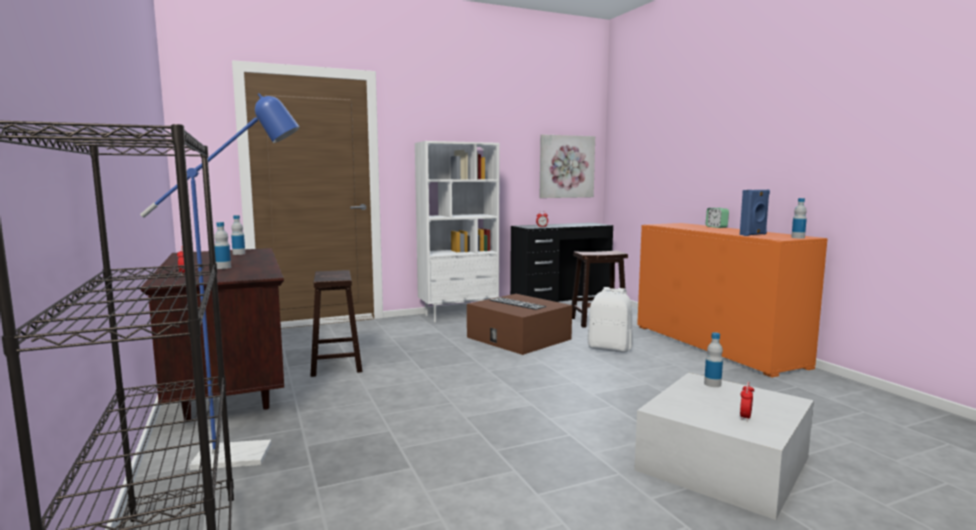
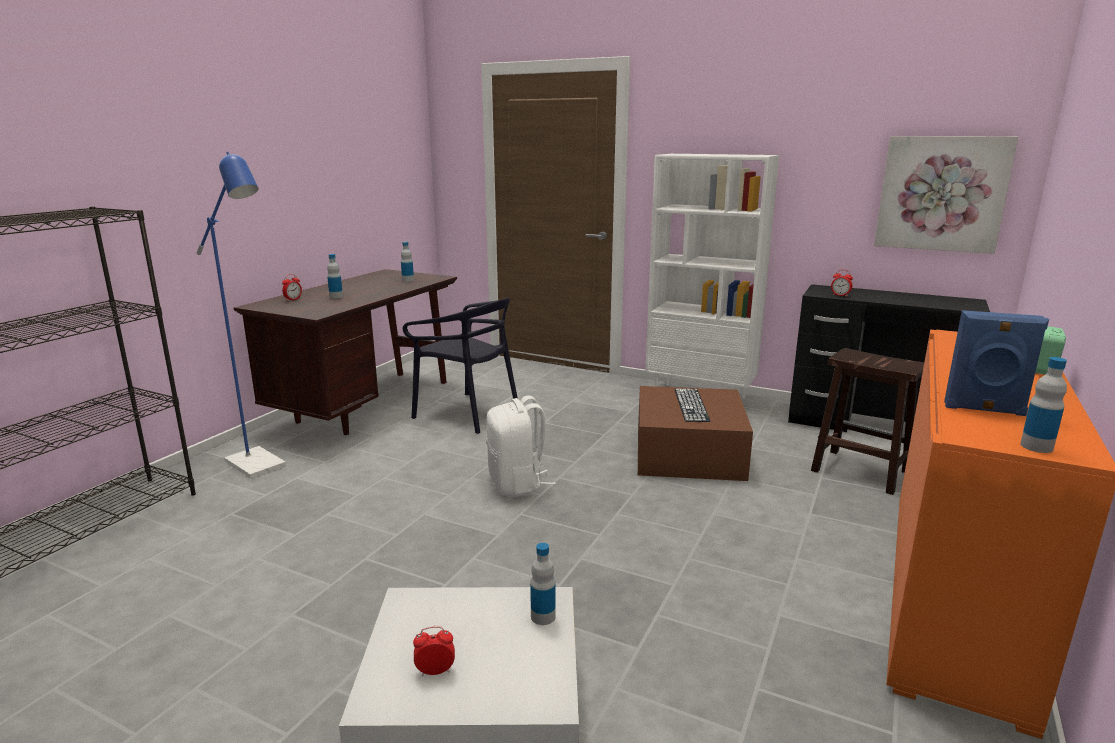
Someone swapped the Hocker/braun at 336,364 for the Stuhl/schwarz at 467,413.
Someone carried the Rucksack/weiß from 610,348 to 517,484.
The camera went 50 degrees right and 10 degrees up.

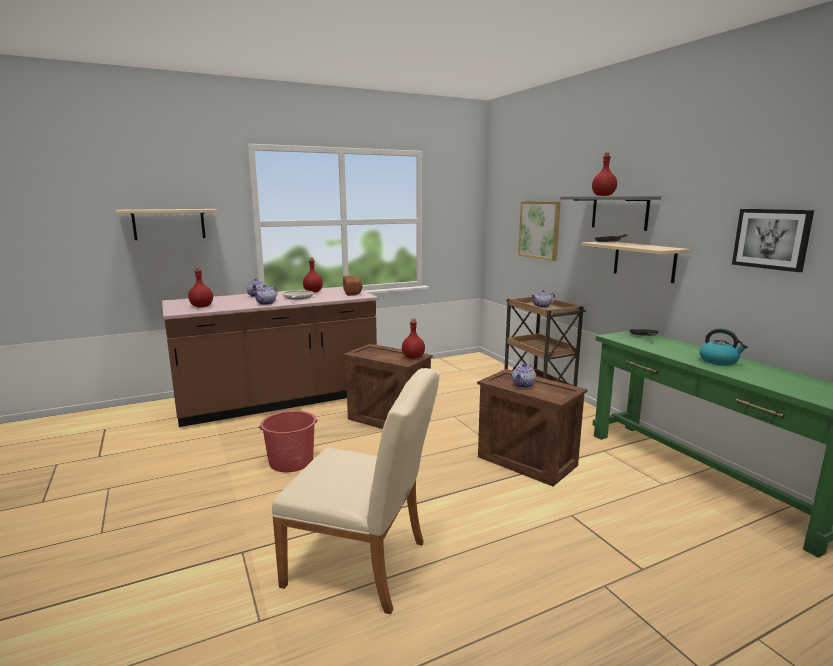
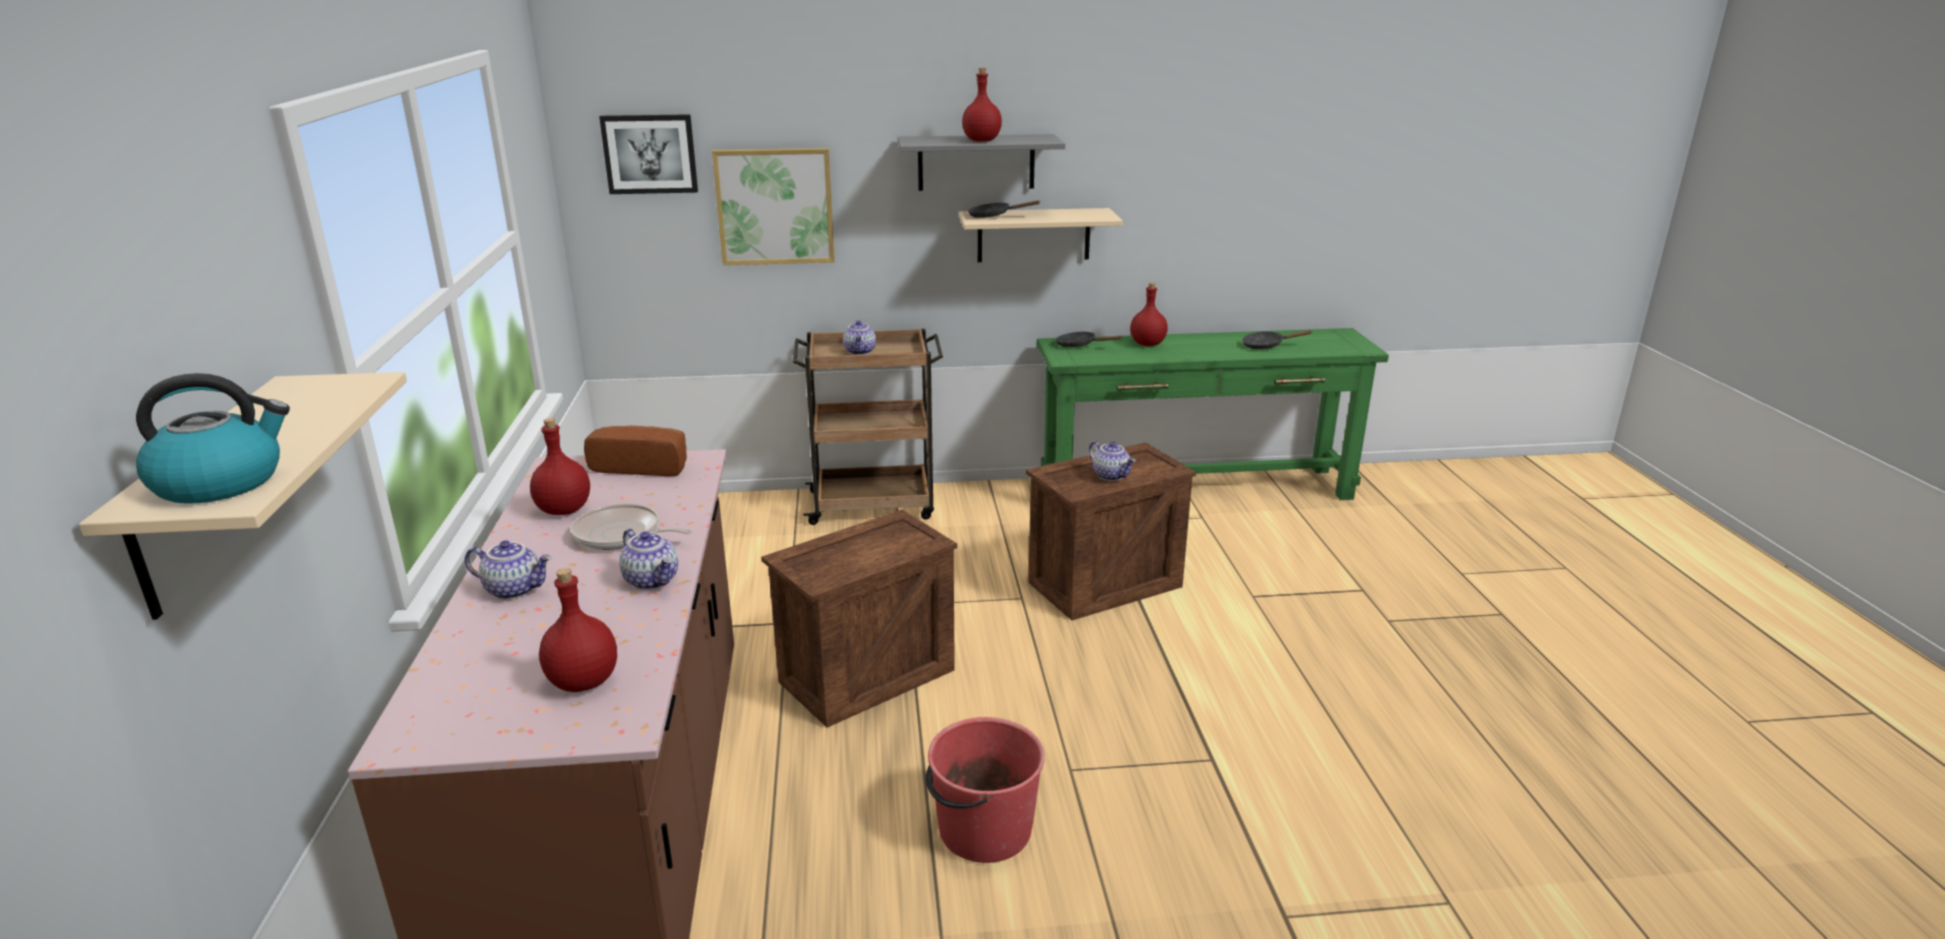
Someone took away the Stuhl/beige at 365,565.
Someone carried the Flasche/rot from 413,357 to 1148,344.
Someone carried the Wasserkessel from 719,361 to 221,482.
Someone carried the Bild from 771,239 to 650,154.
Someone put down the Pfanne/schwarz at 1266,346.
The camera went 70 degrees left and 10 degrees up.

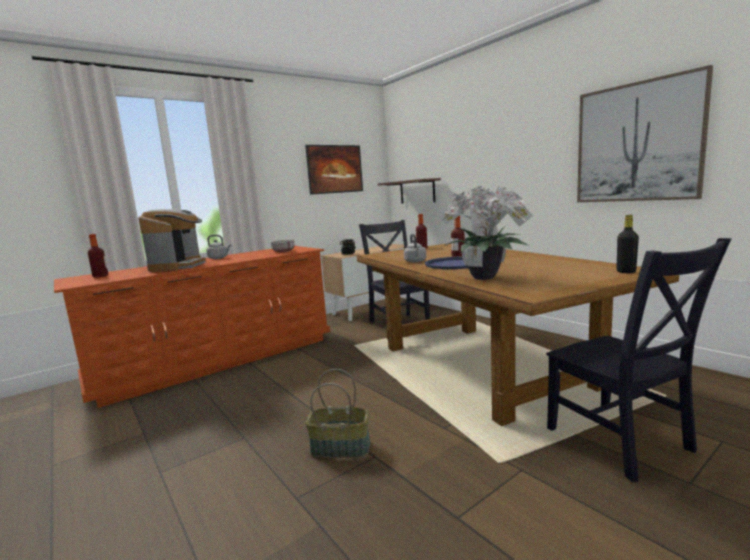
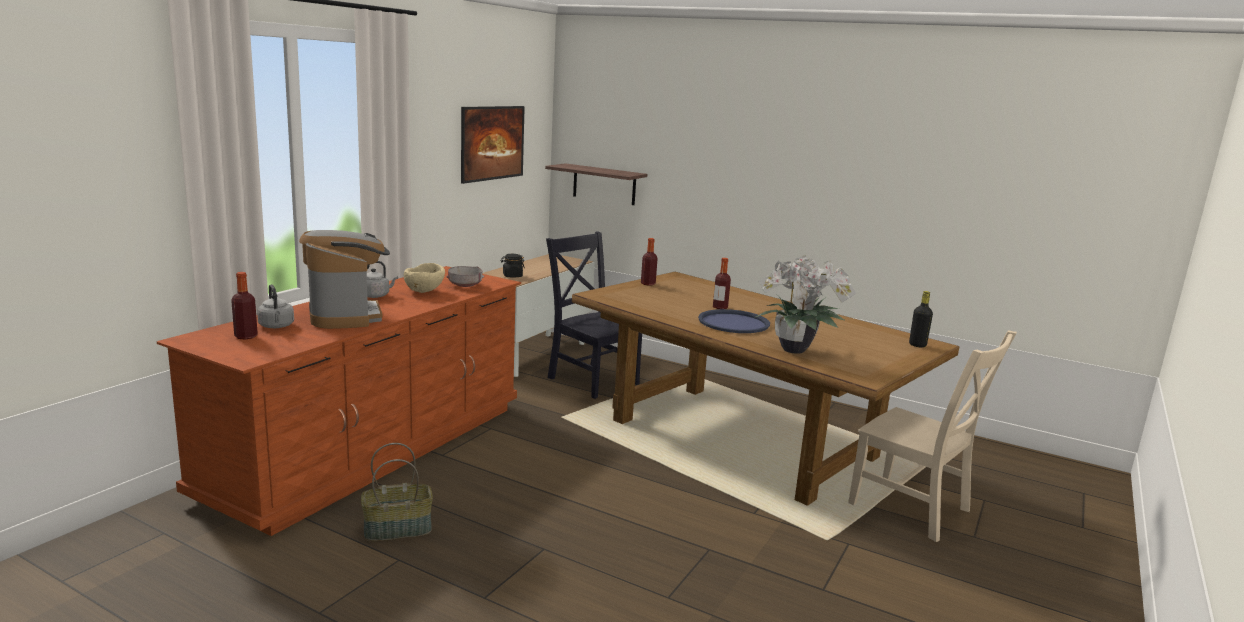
Someone carried the Korb from 341,447 to 398,529.
Someone carried the Wasserkessel/grau from 415,261 to 276,326.
Someone repainted the Stuhl/schwarz at 622,442, which became the Stuhl/beige at 914,510.
Someone took away the Bild at 637,142.
Someone put down the Schüssel/beige at 424,292.
The camera went 25 degrees left and 5 degrees up.

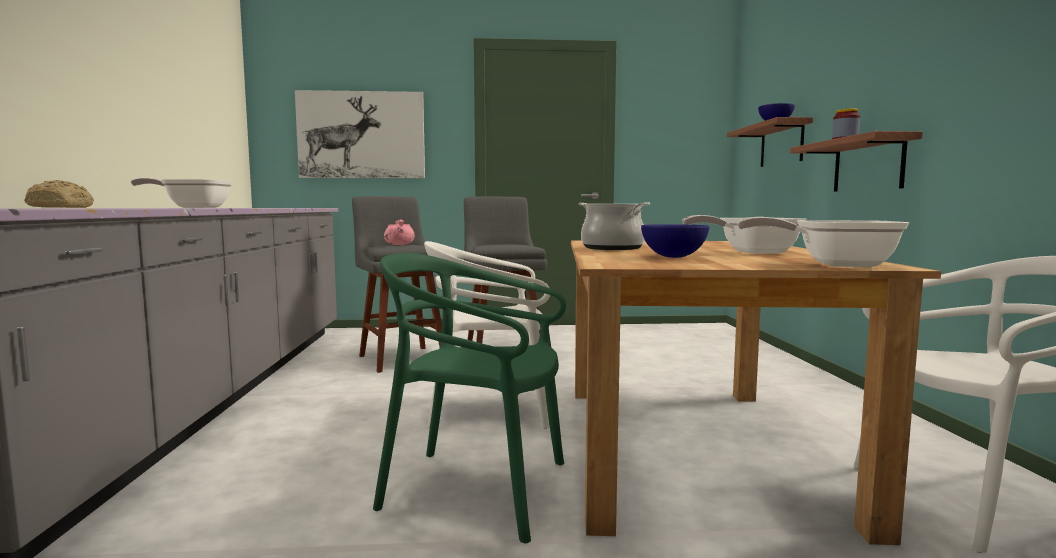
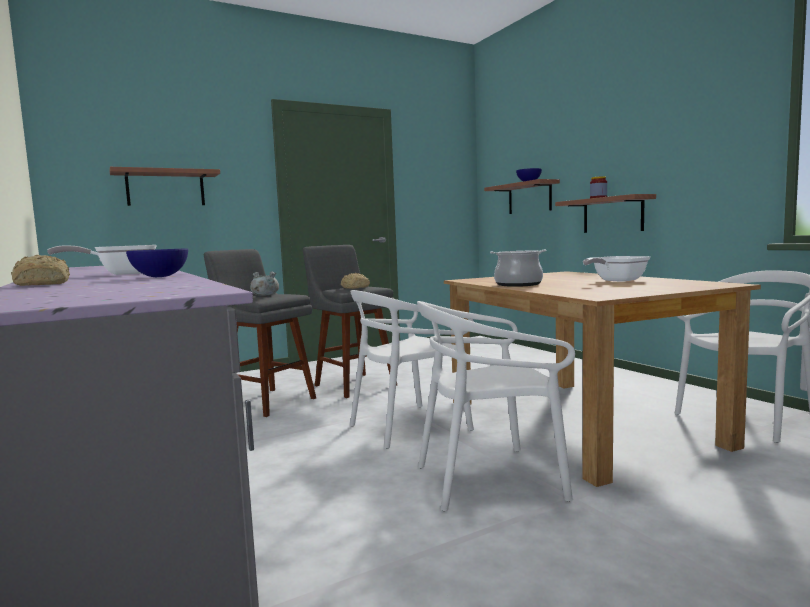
Someone swapped the Bild at 361,135 for the Wandregal at 165,188.
Someone repainted the Stuhl/grün at 477,489, which became the Stuhl/weiß at 490,479.
Someone repainted the Kochtopf/rosa at 399,245, which became the Kochtopf/grau at 264,295.
Someone carried the Schüssel/blau from 672,257 to 159,277.
Someone took away the Pfanne at 833,264.
Someone put down the Brot at 355,287.
The camera went 25 degrees left and 0 degrees up.

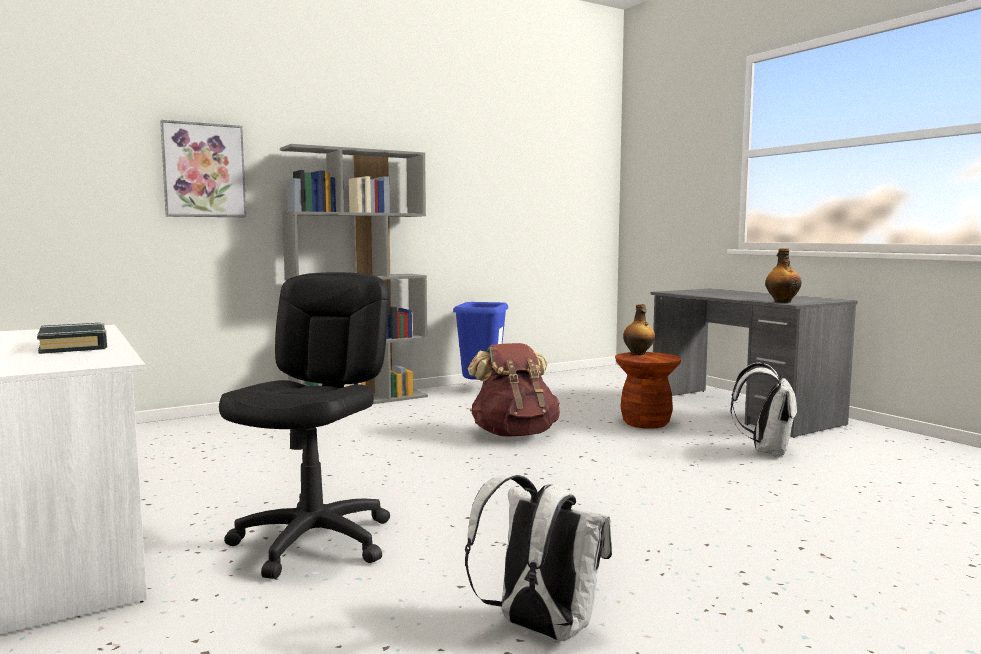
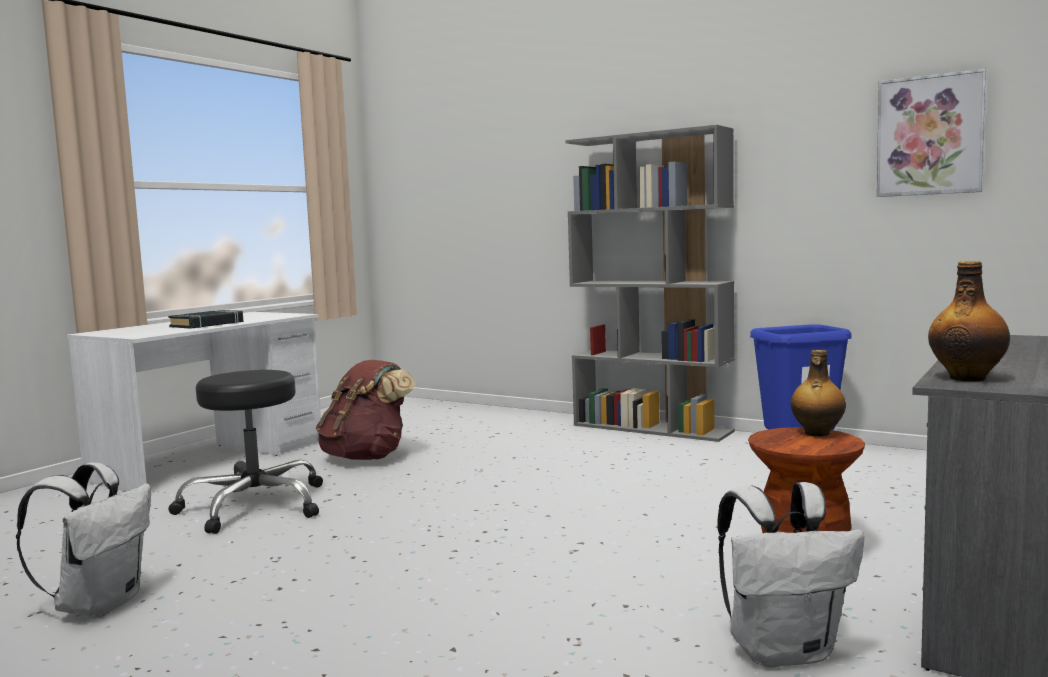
Someone carried the Bild from 204,170 to 930,135.
Someone swapped the Bürostuhl/schwarz at 314,541 for the Hocker/schwarz at 254,506.
Someone carried the Rucksack/braun from 514,434 to 367,457.
The camera went 65 degrees right and 0 degrees up.

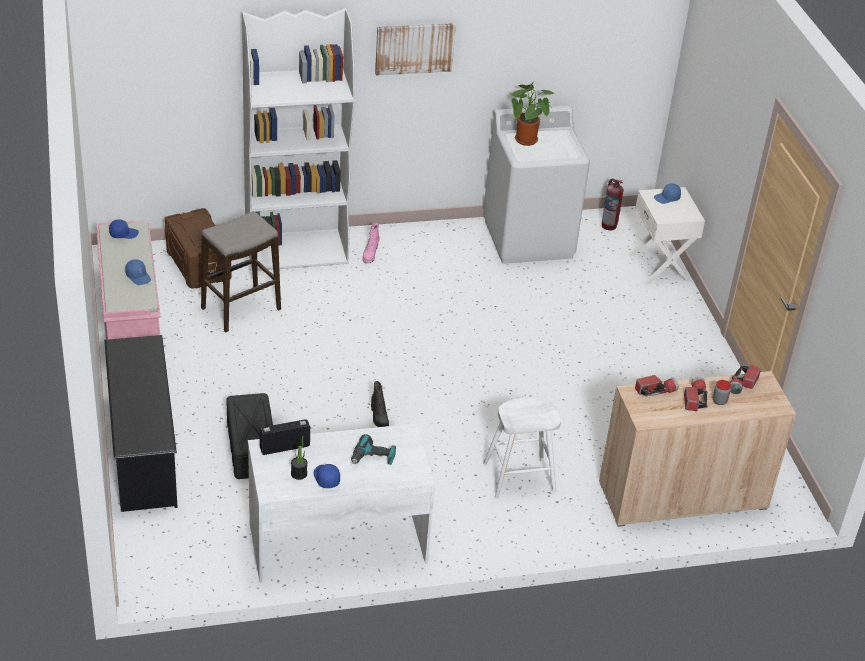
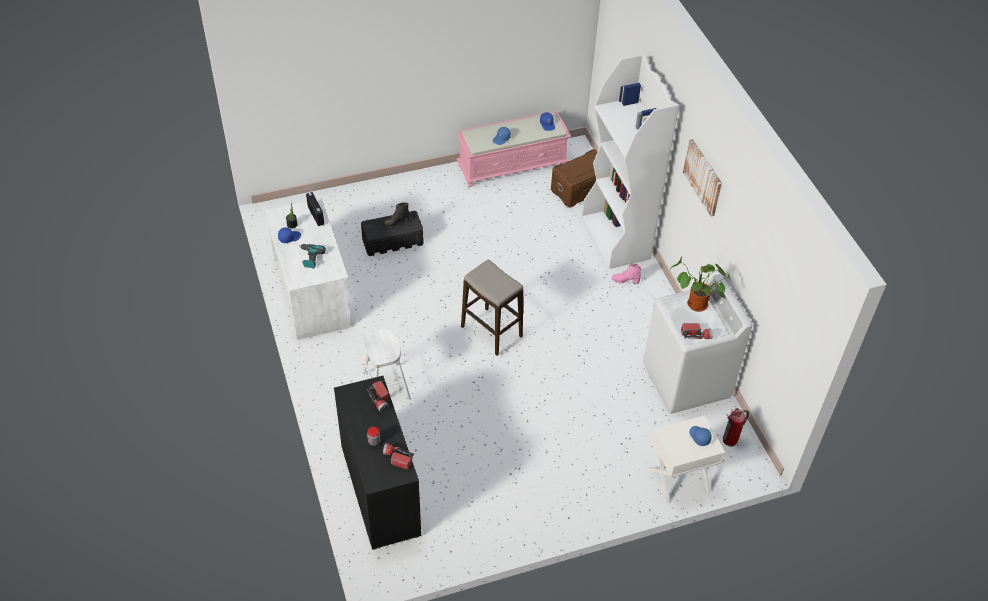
Someone took away the Schuhregal/schwarz at 143,451.
Someone carried the Hocker from 240,309 to 491,331.
Someone carried the Stiefel/schwarz from 378,418 to 396,222.
Someone repainted the Schrank/beige at 682,495, which became the Schrank/schwarz at 380,490.
Someone carried the Taschenlampe from 694,399 to 696,335.
The camera went 85 degrees right and 10 degrees up.

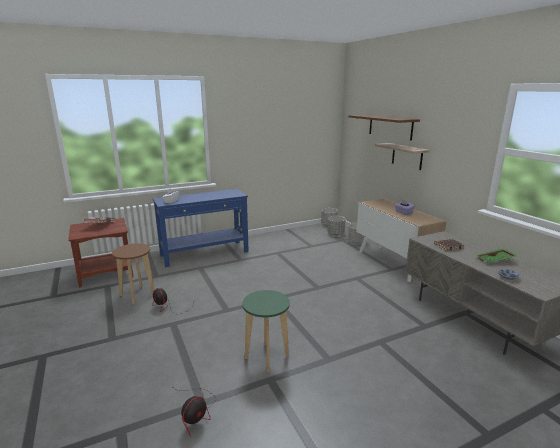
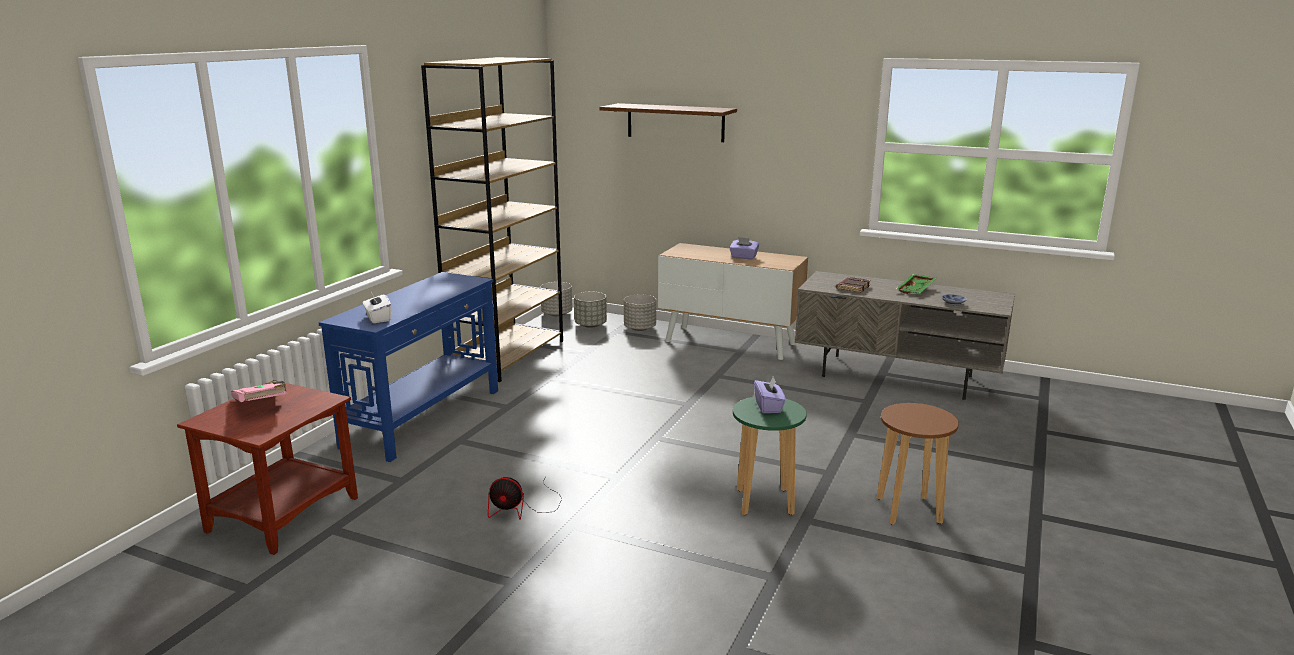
Someone carried the Hocker/braun from 138,295 to 908,510.
Someone took away the Ventilator at 196,413.
Someone took away the Wandregal at 407,156.
Someone put down the Bücherregal/braun at 507,355.
Someone put down the Taschentuchbox/lila at 768,407.
The camera went 40 degrees left and 0 degrees up.

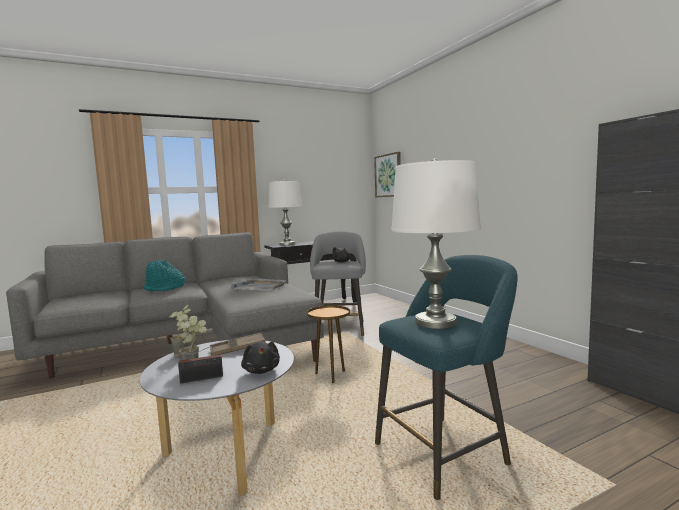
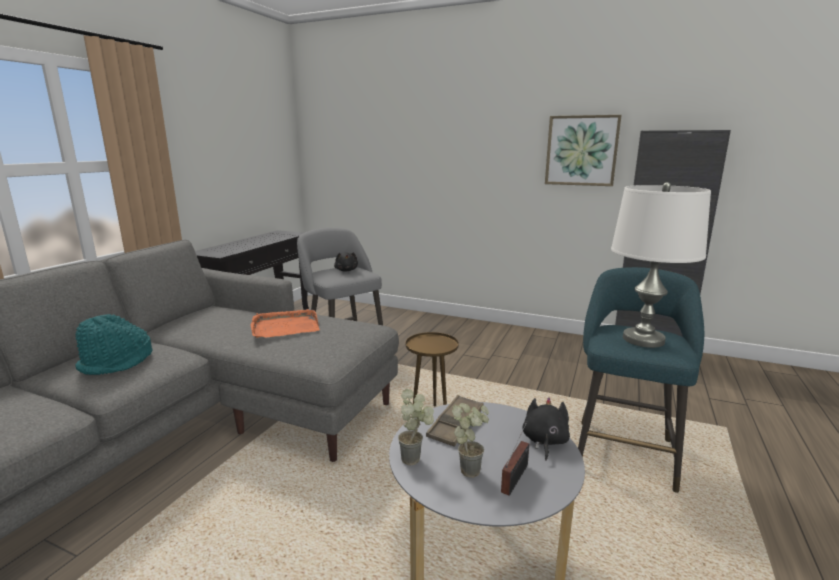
Someone repainted the Tablett/grau at 258,287, which became the Tablett/orange at 285,327.
Someone rotated the Plüschtier/schwarz at 261,370 by 105 degrees counterclockwise.
Someone took away the Tischlampe/weiß at 287,244.
Someone carried the Bild from 388,175 to 581,150.
The camera went 40 degrees left and 10 degrees up.

